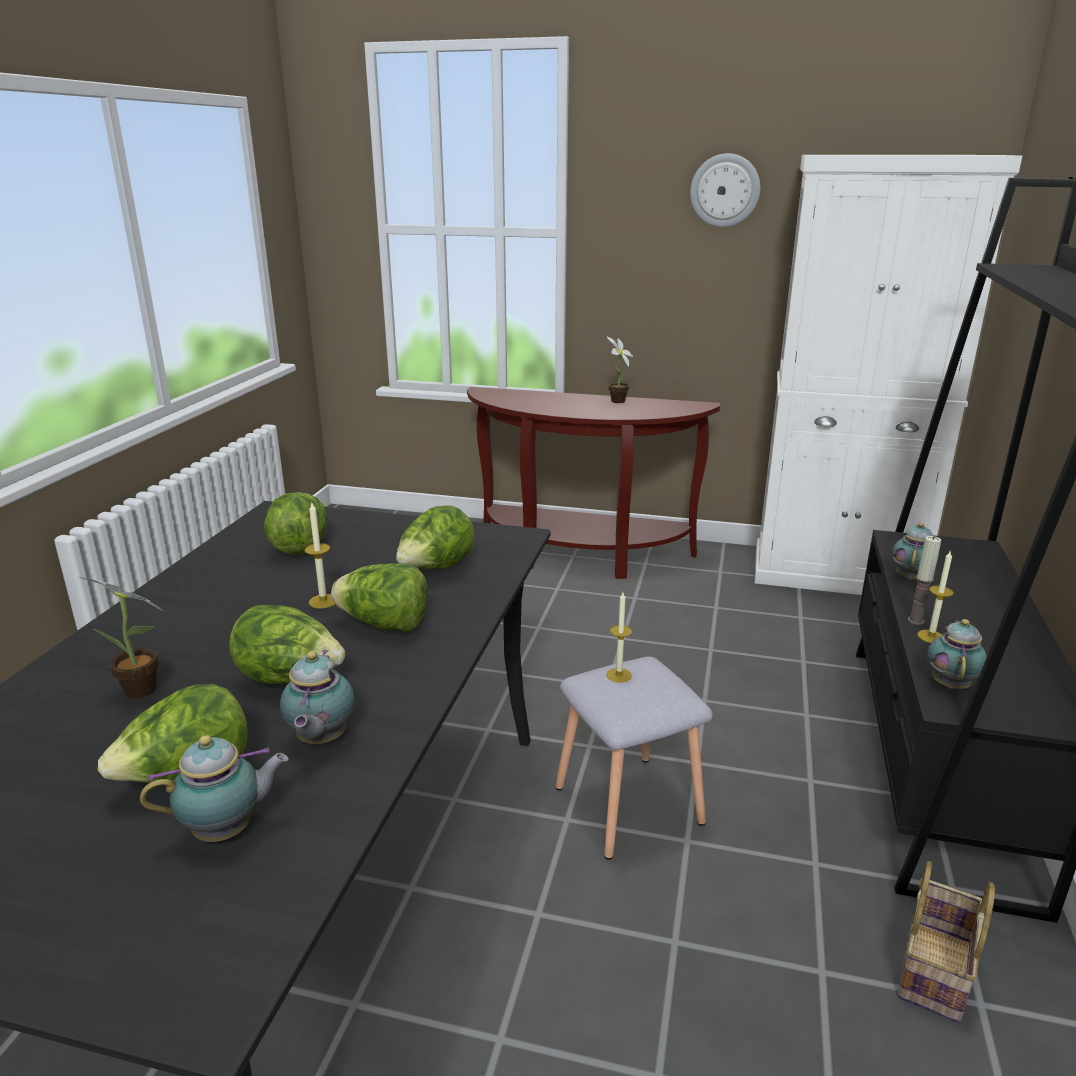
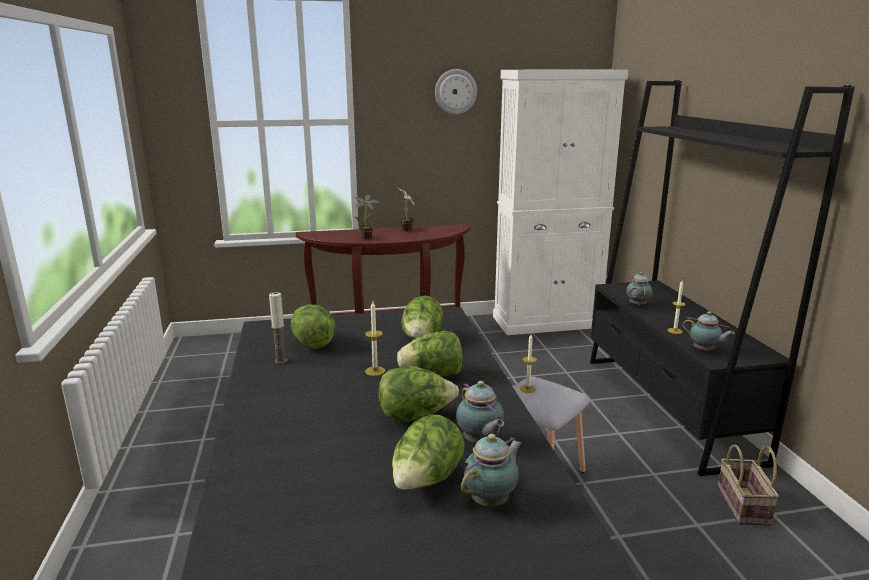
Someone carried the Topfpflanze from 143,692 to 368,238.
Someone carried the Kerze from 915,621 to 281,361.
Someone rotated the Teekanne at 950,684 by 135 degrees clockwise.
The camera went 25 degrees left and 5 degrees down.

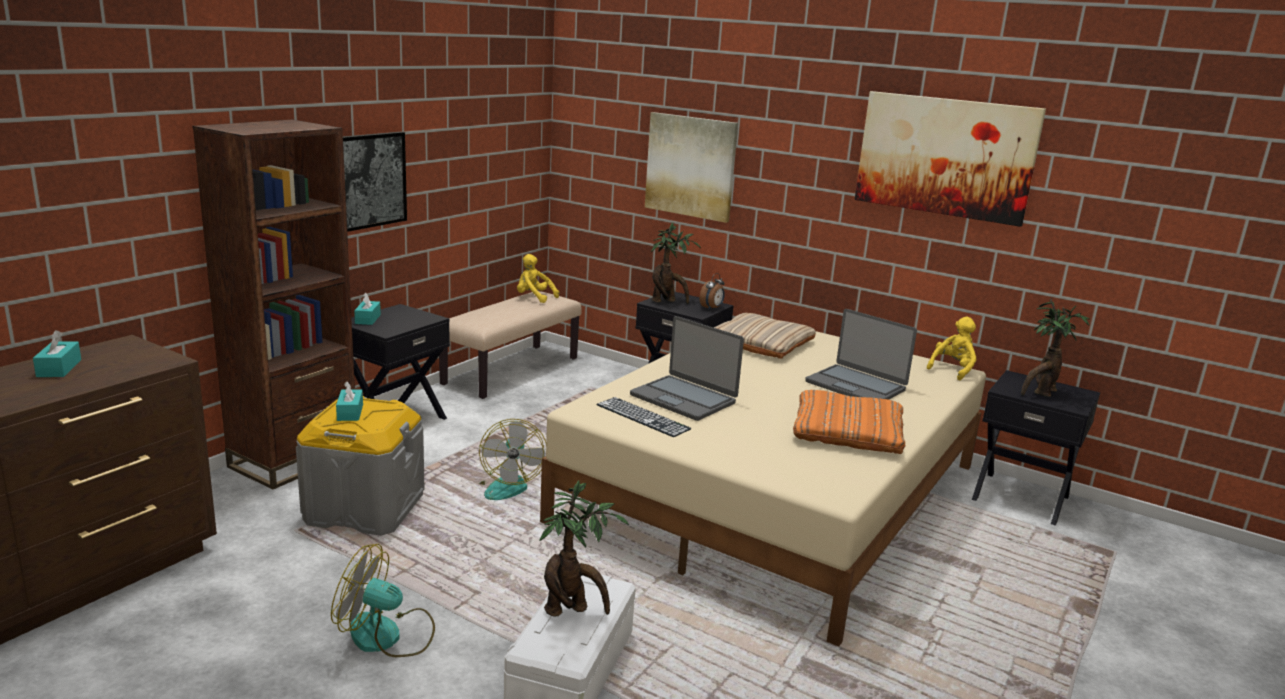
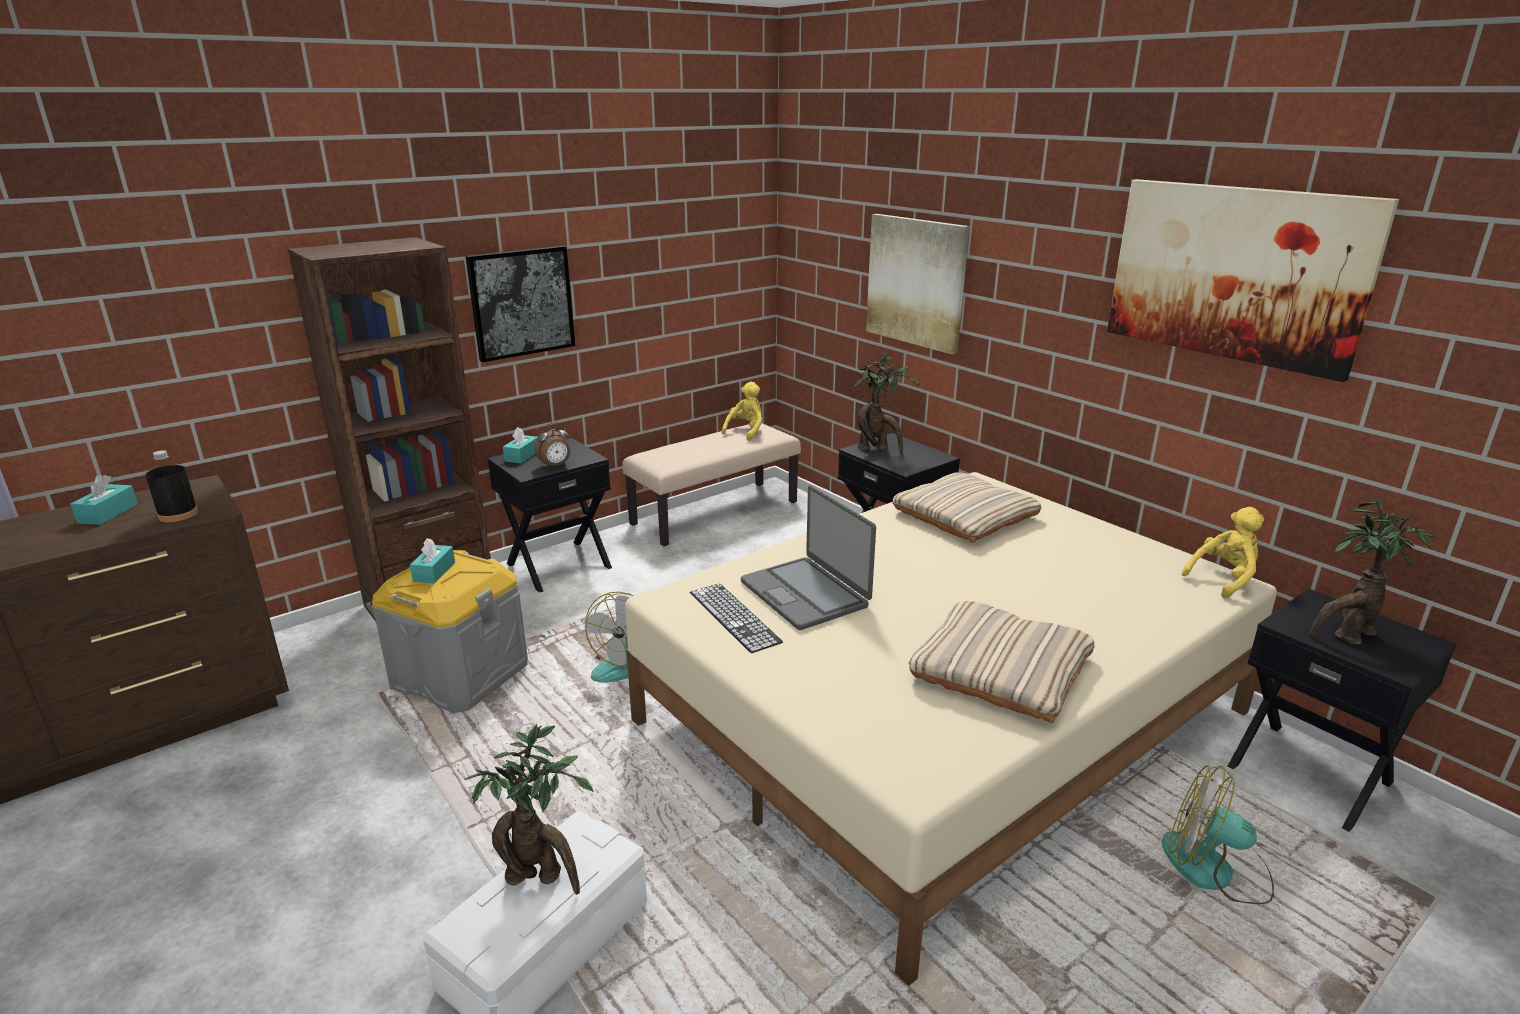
Someone carried the Ventilator from 387,636 to 1214,870.
Someone rotated the Plüschtier/gelb at 534,297 by 75 degrees clockwise.
Someone carried the Wecker from 712,308 to 555,466.
Someone repainted the Kissen/orange at 848,430, which became the Kissen/beige at 1000,669.
Someone took away the Laptop at 856,386.
Someone put down the Flasche/schwarz at 178,514.
The camera went 20 degrees right and 5 degrees up.

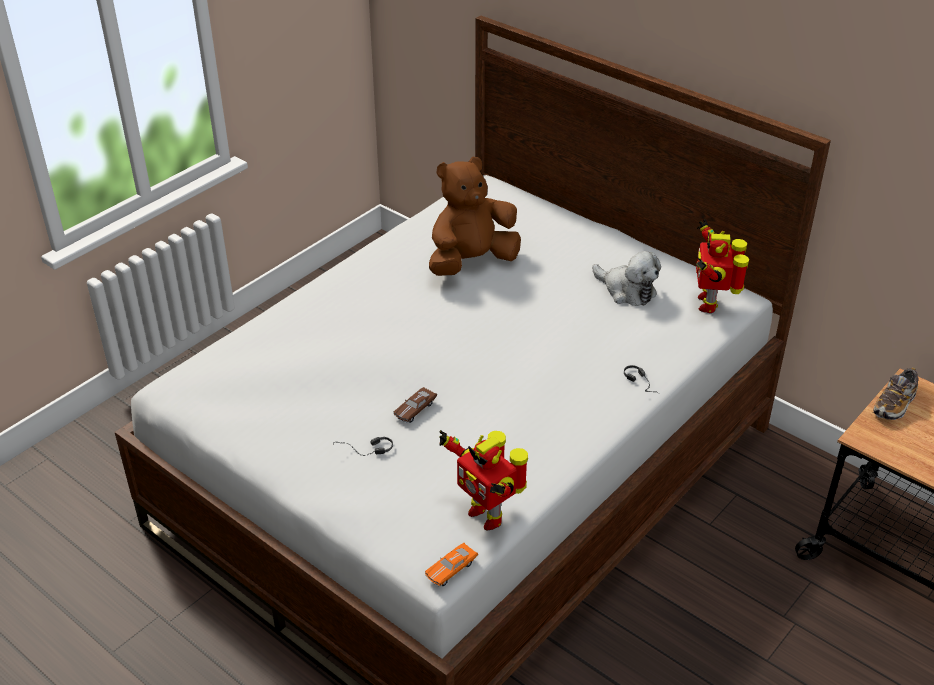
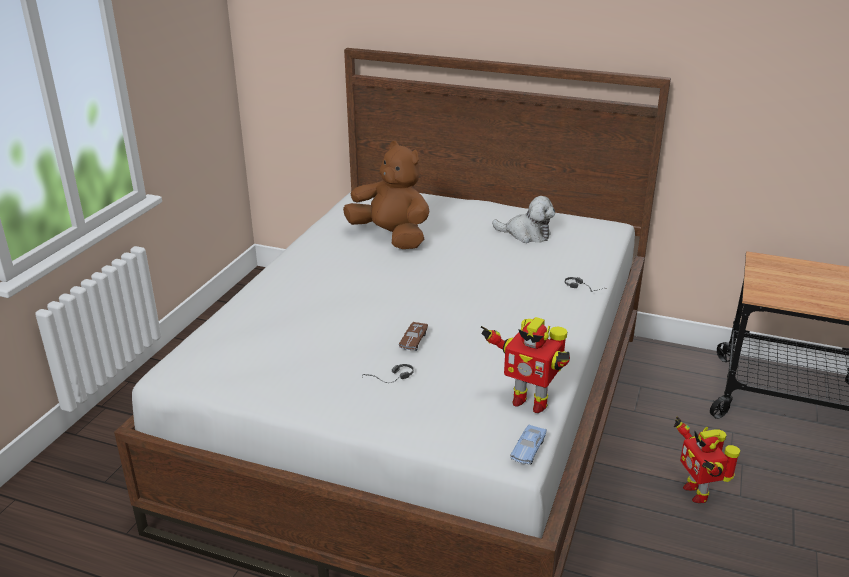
Someone repainted the Spielzeugauto/orange at 451,569, which became the Spielzeugauto/blau at 528,450.
Someone rotated the Plüschtier/braun at 471,262 by 90 degrees clockwise.
Someone carried the Spielzeugroboter from 710,303 to 697,492.
Someone took away the Schuh at 894,404.
The camera went 20 degrees left and 10 degrees down.

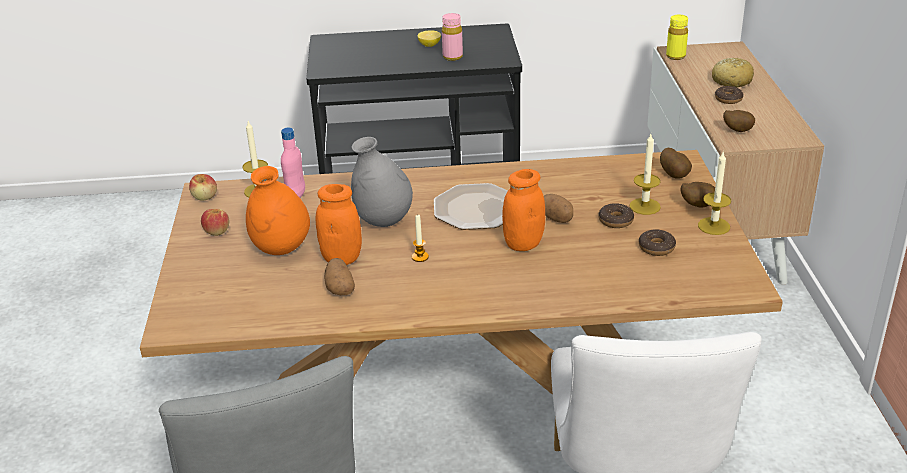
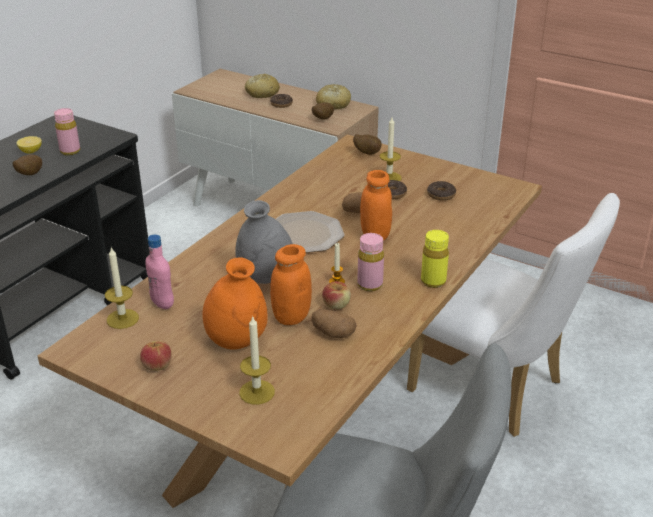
Someone carried the Apfel from 205,197 to 336,305.
Someone carried the Flasche/gelb from 675,56 to 433,281.
Someone carried the Kartoffel from 696,205 to 29,175.
Someone carried the Kerze from 714,226 to 257,392.
Someone put down the Brot at 333,104.
Someone put down the Flasche/rosa at 370,285.
The camera went 55 degrees left and 0 degrees up.

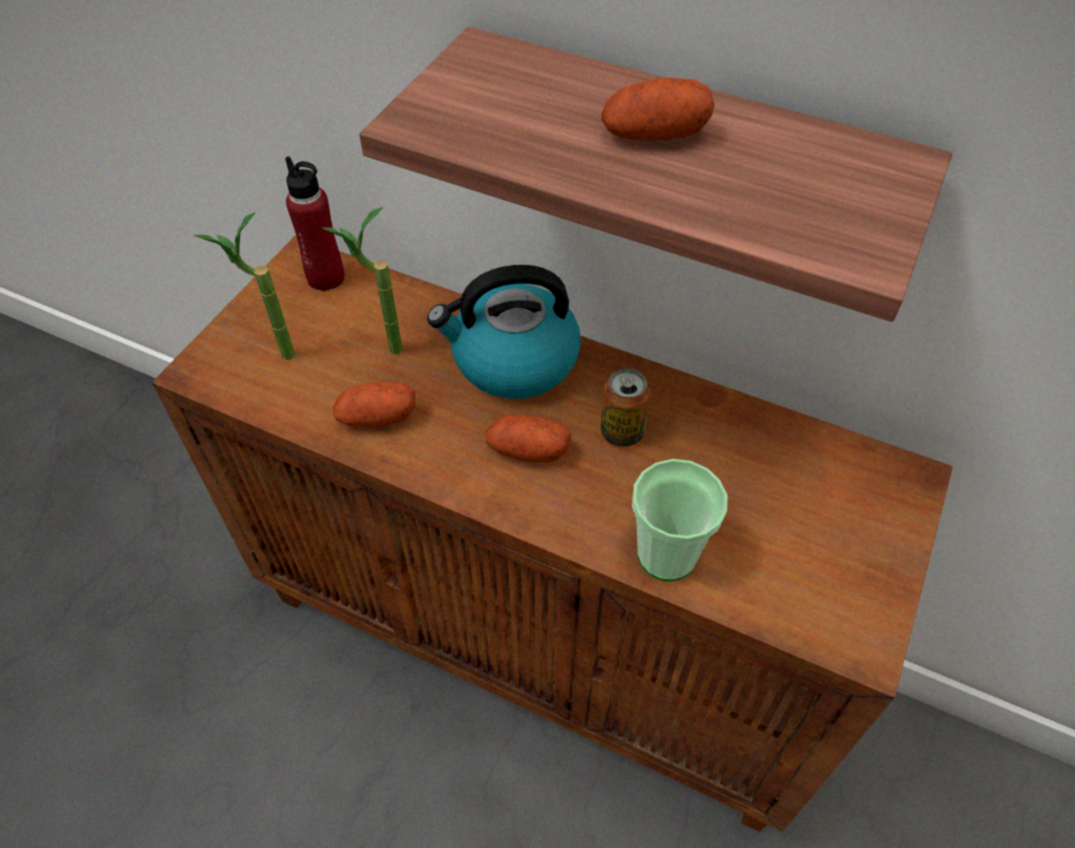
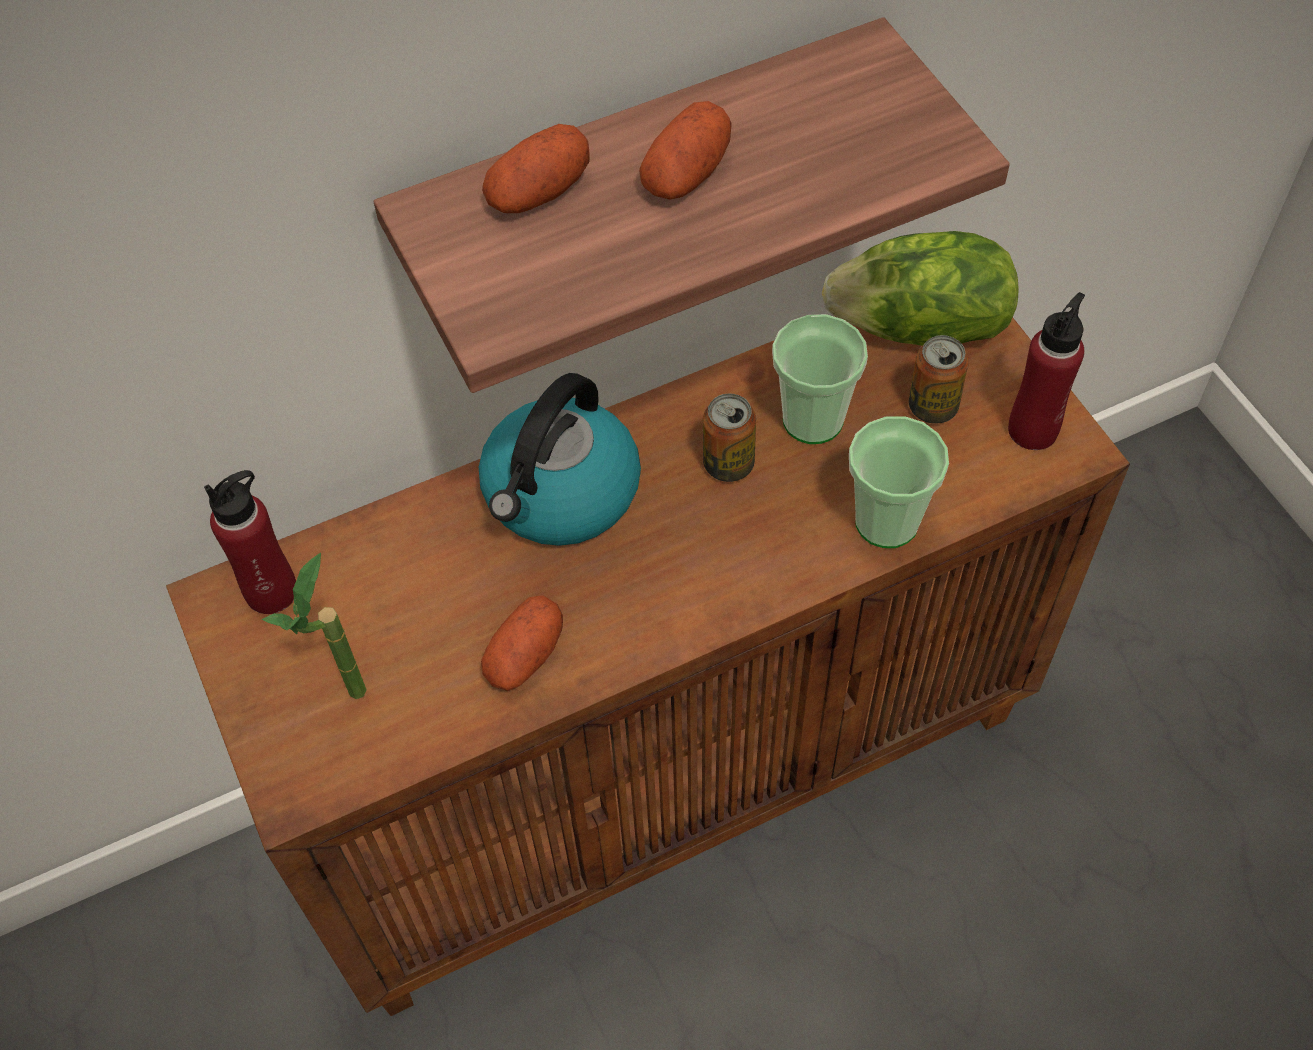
Someone took away the Topfpflanze at 382,351.
Someone carried the Kartoffel from 527,450 to 539,192.
Someone put down the Tasse at 812,420.
Someone put down the Salatkopf at 921,328.
Someone put down the Dose at 932,407.
Someone put down the Flasche/rot at 1033,430.
The camera went 50 degrees left and 5 degrees up.

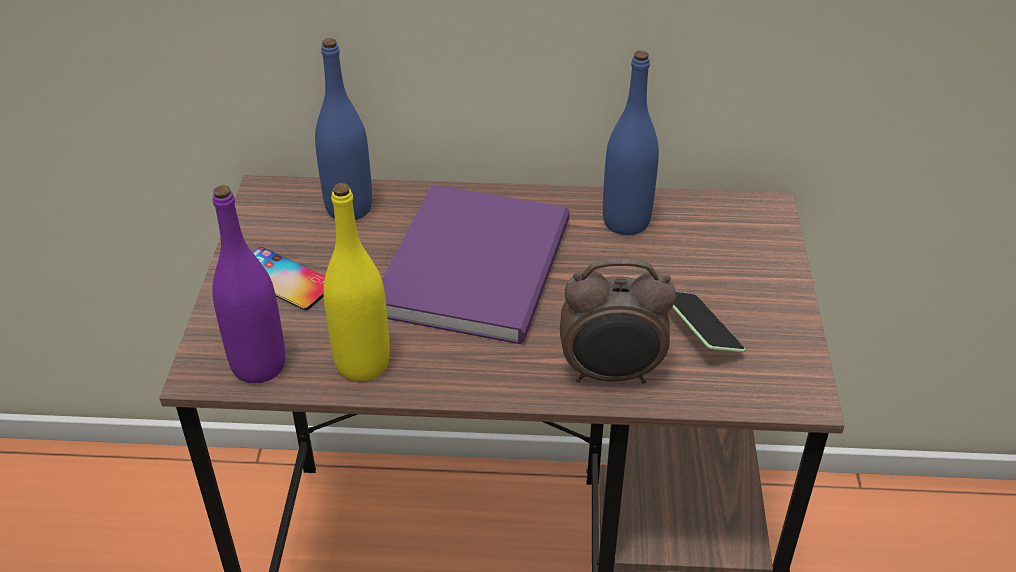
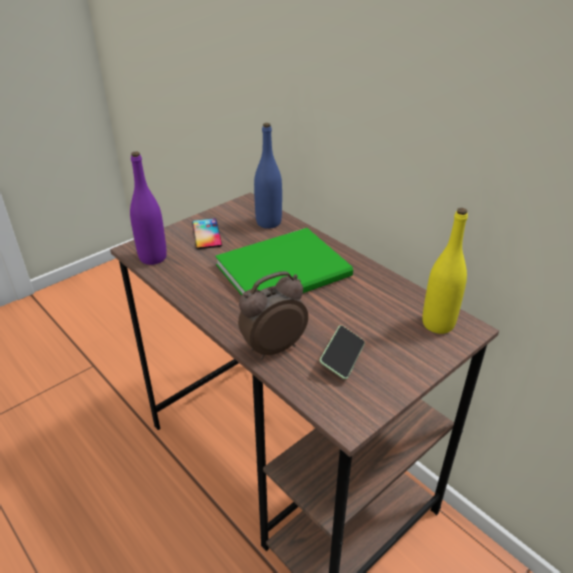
Someone carried the Flasche/gelb from 362,363 to 438,324.
Someone repainted the Buch/lila at 481,264, which became the Buch/grün at 288,271.
Someone rotated the Wecker at 611,374 by 105 degrees clockwise.
Someone took away the Flasche/blau at 626,222.
The camera went 45 degrees right and 5 degrees down.

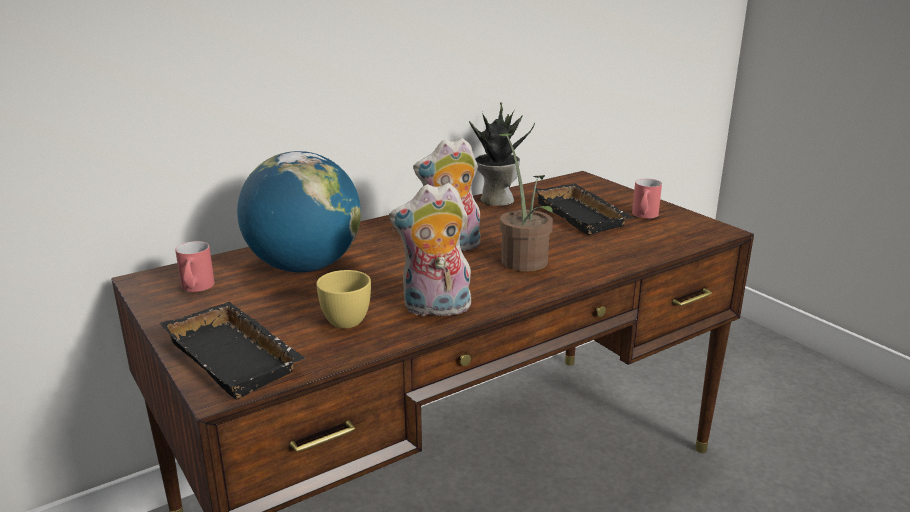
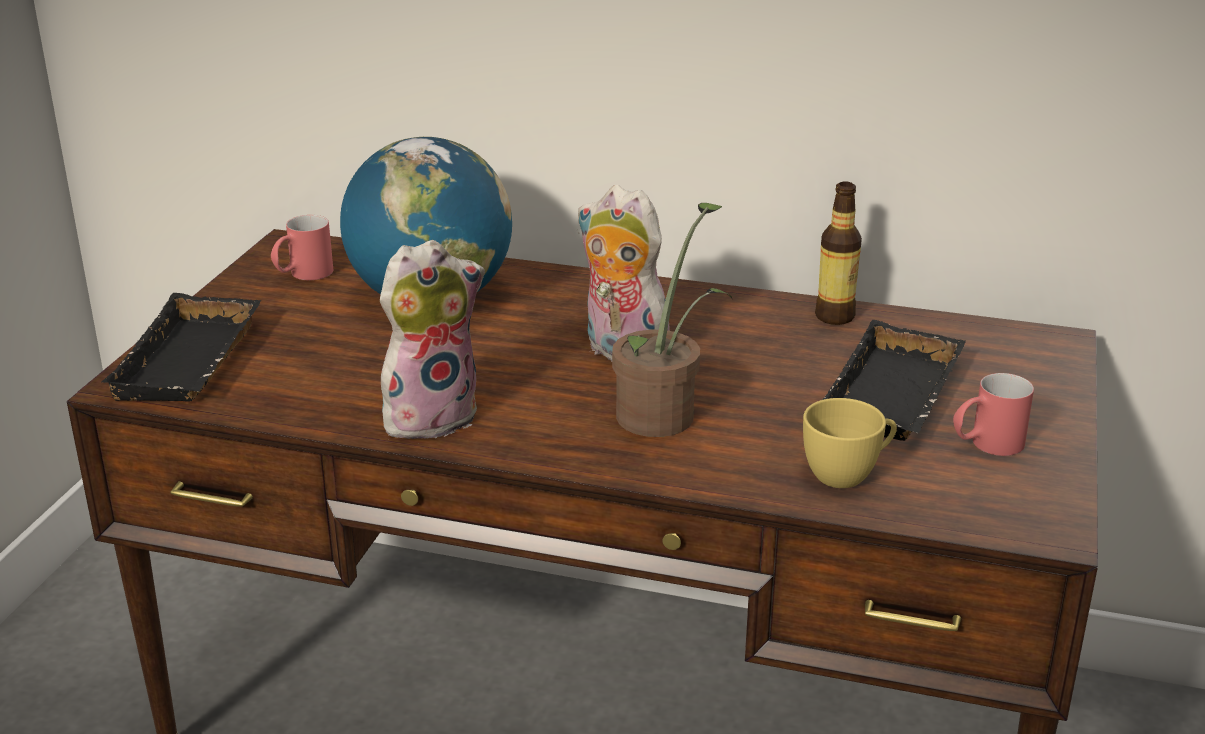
Someone carried the Tasse/gelb from 349,318 to 848,474.
Someone rotated the Plüschtier at 435,309 by 105 degrees clockwise.
Someone swapped the Topfpflanze at 495,200 for the Flasche at 834,316.
The camera went 50 degrees right and 5 degrees up.

